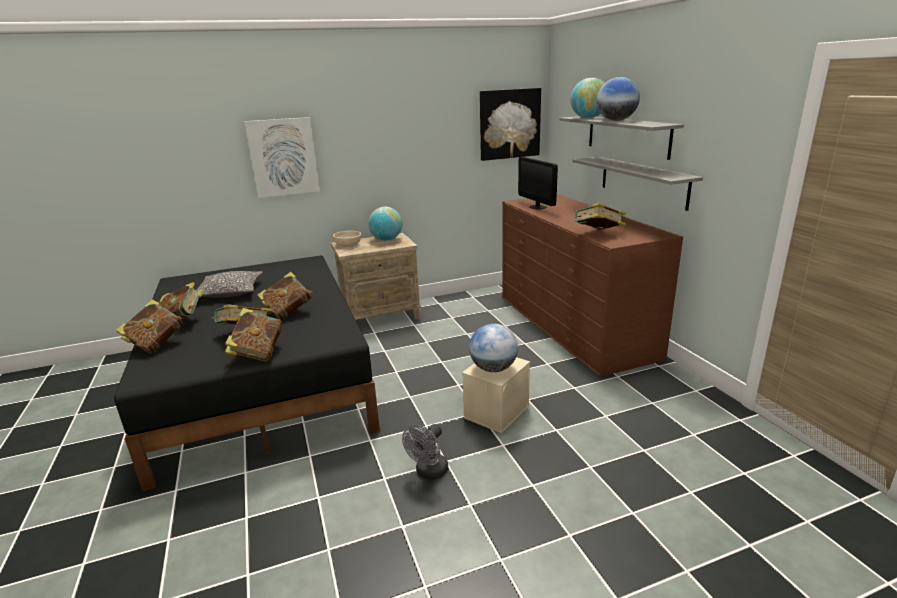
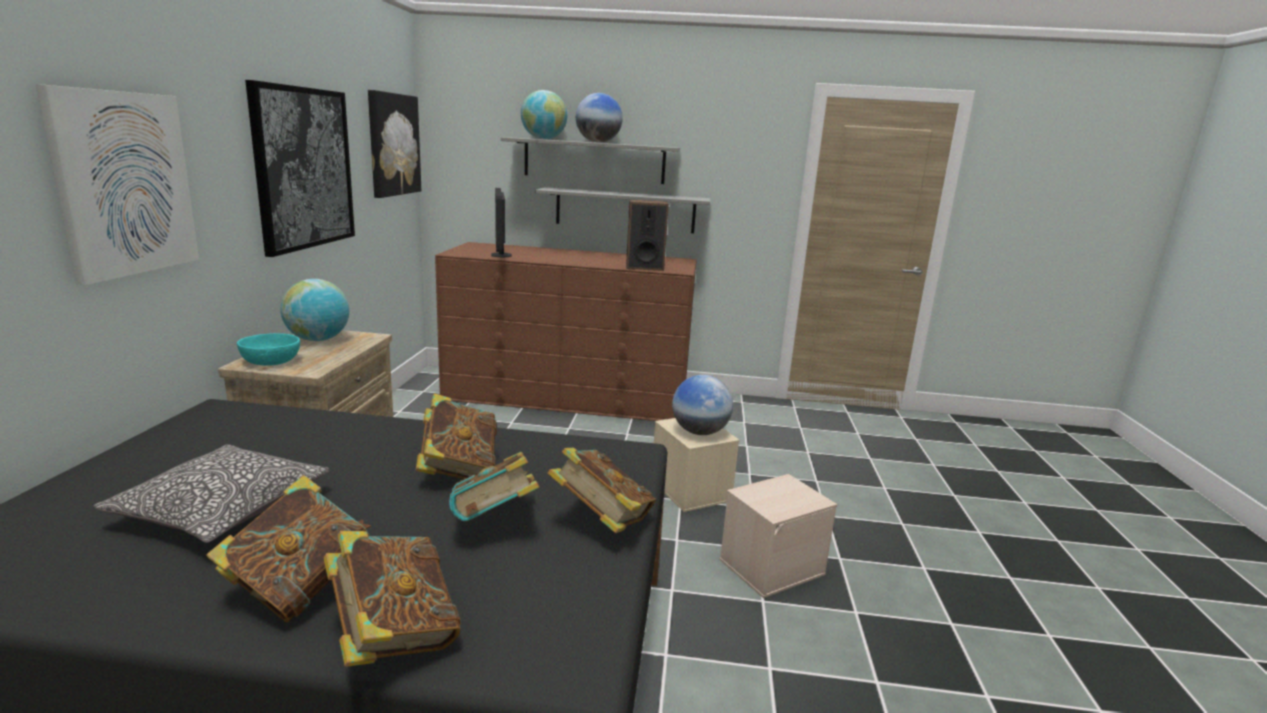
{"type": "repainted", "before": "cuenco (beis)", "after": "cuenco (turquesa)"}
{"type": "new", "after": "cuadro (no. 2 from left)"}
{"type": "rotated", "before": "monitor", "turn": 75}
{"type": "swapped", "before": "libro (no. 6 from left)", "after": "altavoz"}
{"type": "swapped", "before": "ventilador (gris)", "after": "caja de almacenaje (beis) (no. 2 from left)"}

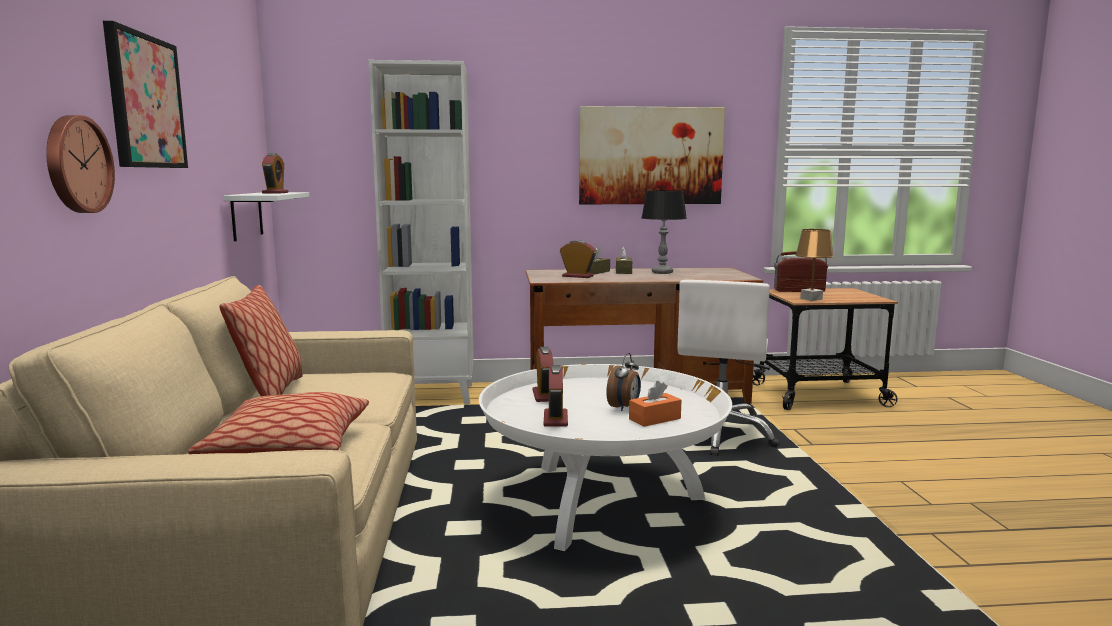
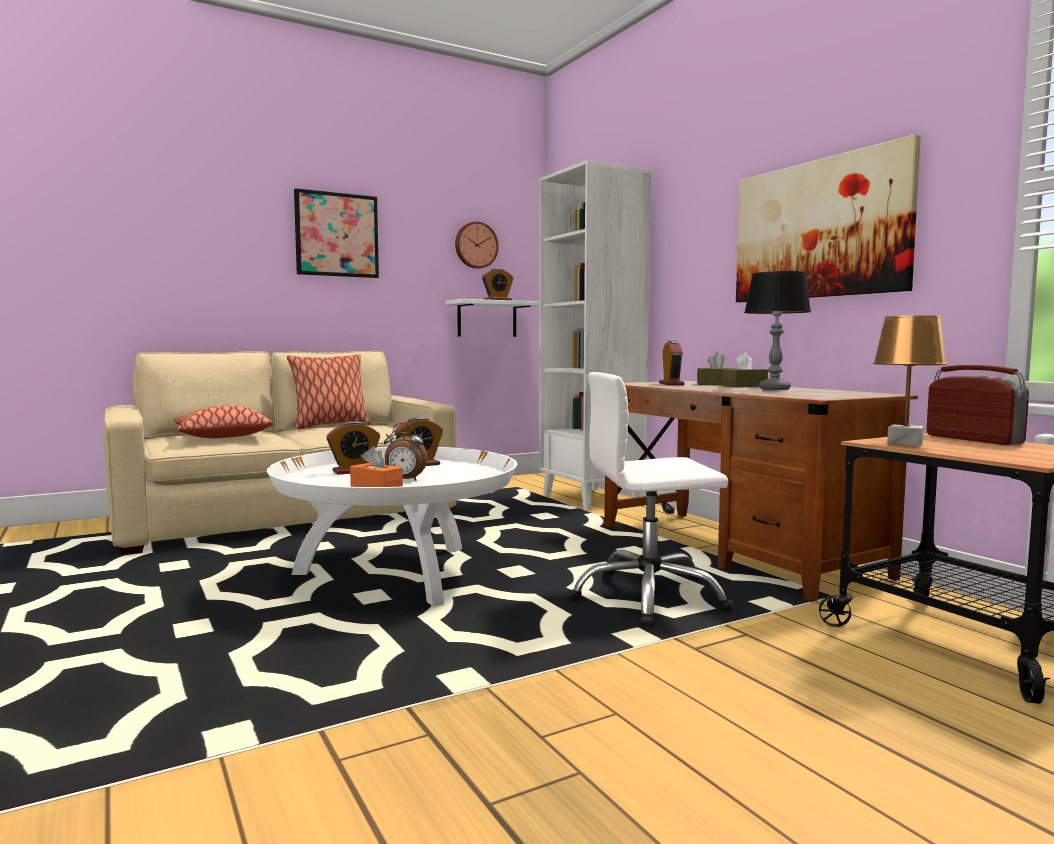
{"type": "shifted", "before": "reloj de pared"}

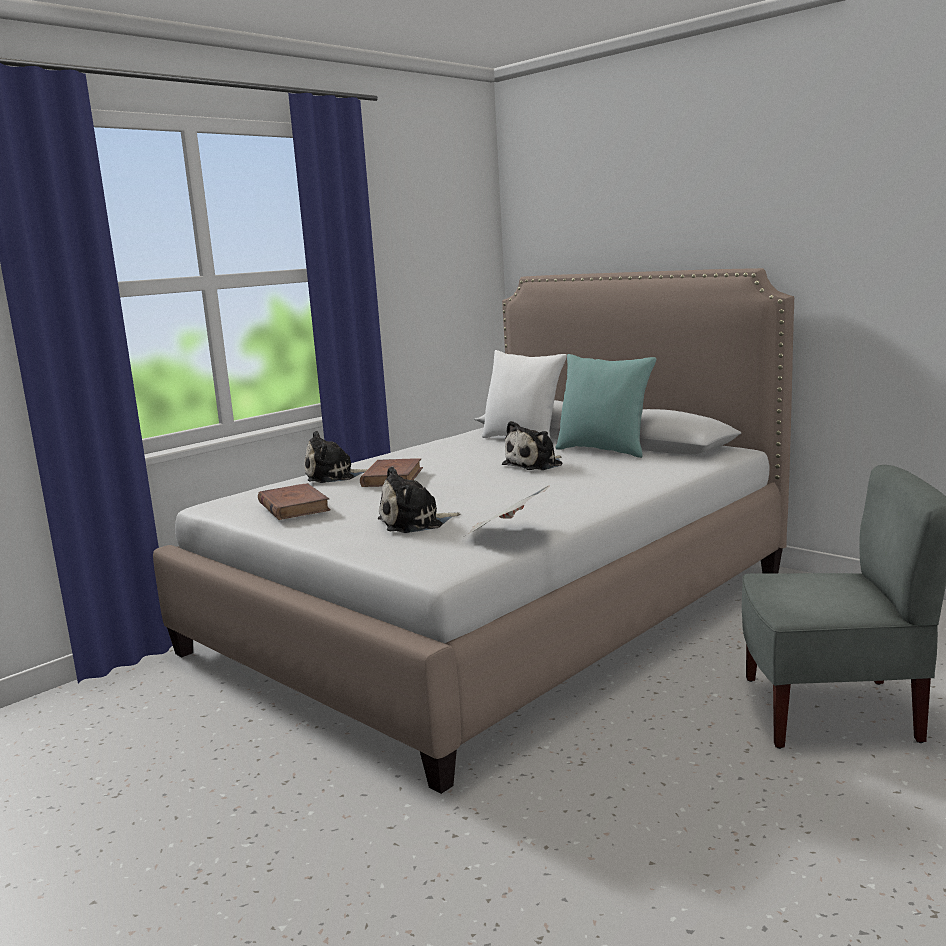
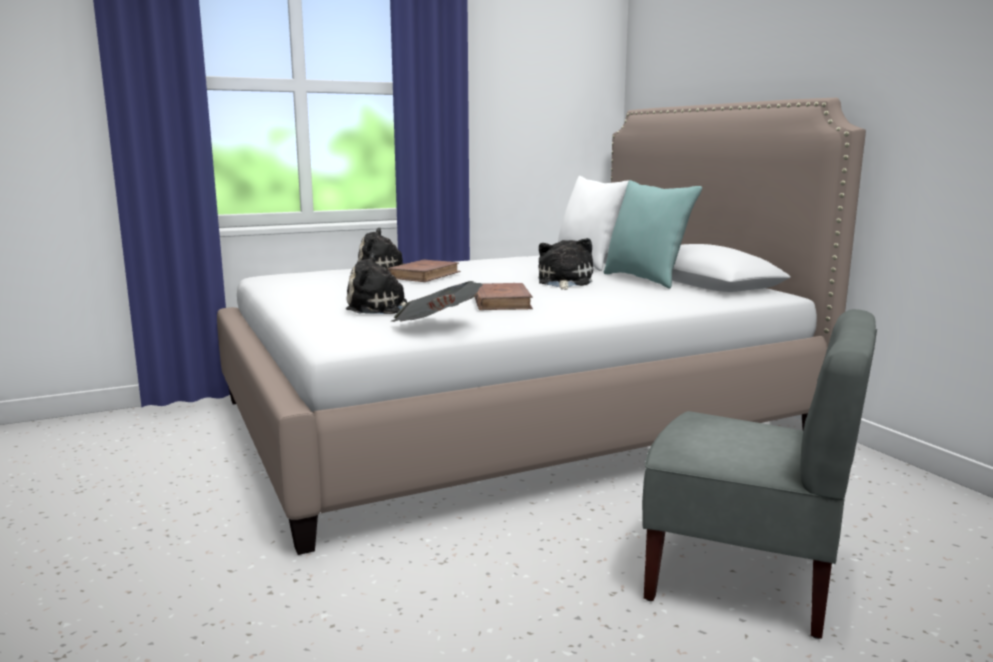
{"type": "shifted", "before": "libro (marrón) (no. 1 from left in the first image)", "after": "libro (marrón) (no. 2 from left)"}
{"type": "rotated", "before": "peluche (no. 3 from left)", "turn": 120}

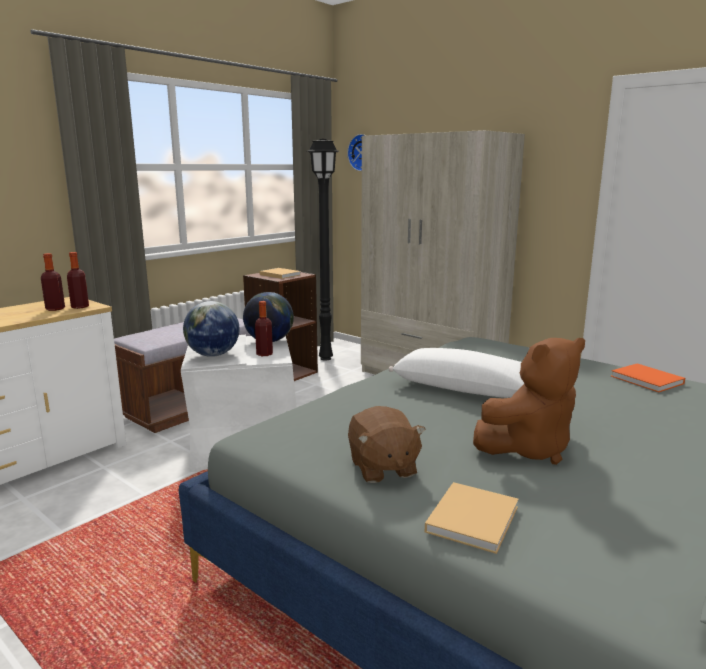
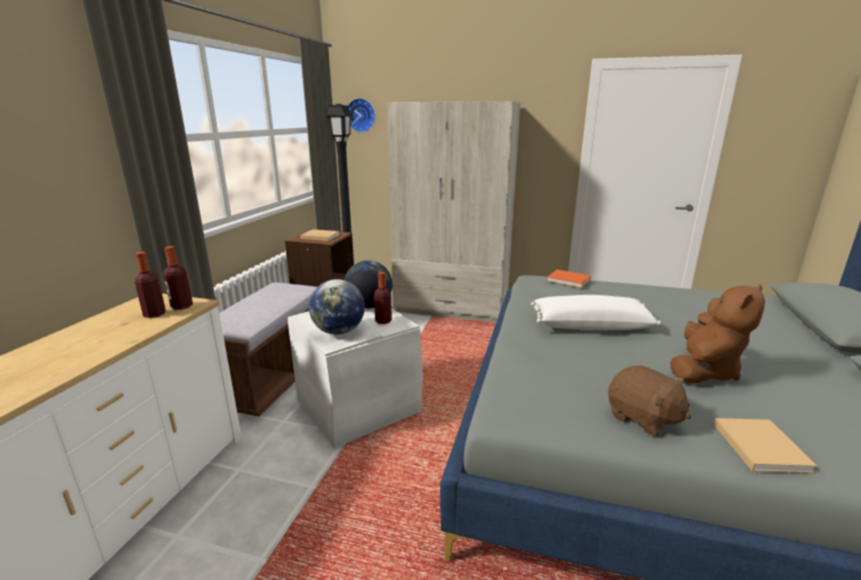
{"type": "shifted", "before": "libro (naranja)"}

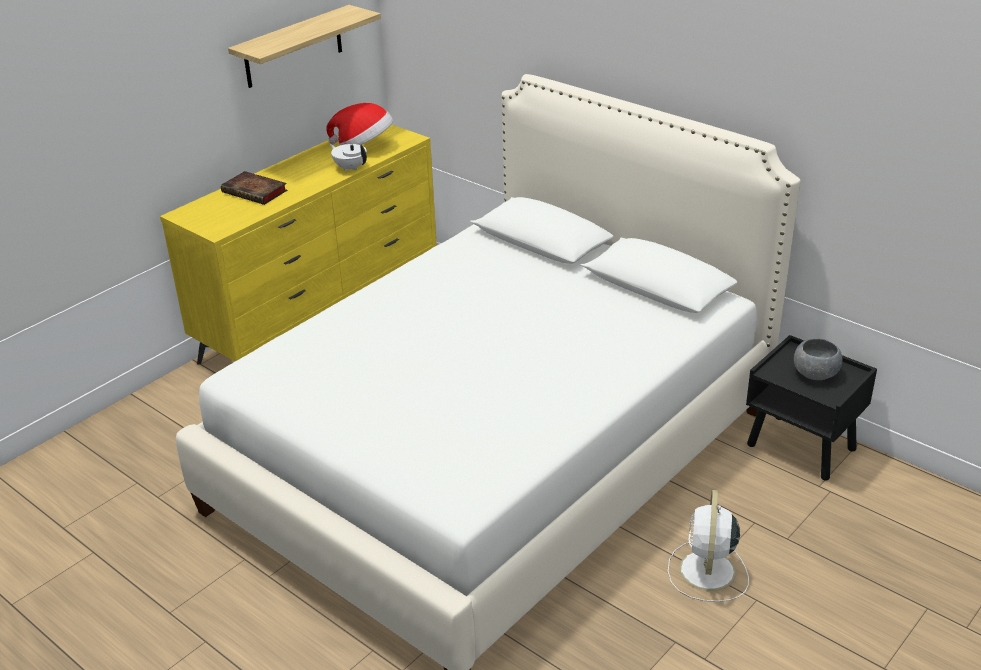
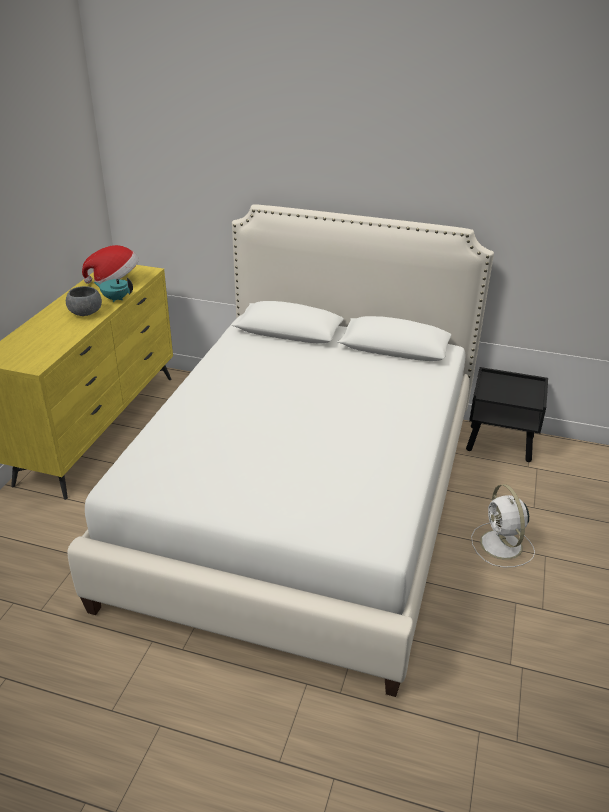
{"type": "shifted", "before": "cuenco (gris)"}
{"type": "repainted", "before": "tetera (blanco)", "after": "tetera (turquesa)"}
{"type": "gone", "before": "libro"}
{"type": "gone", "before": "estante"}

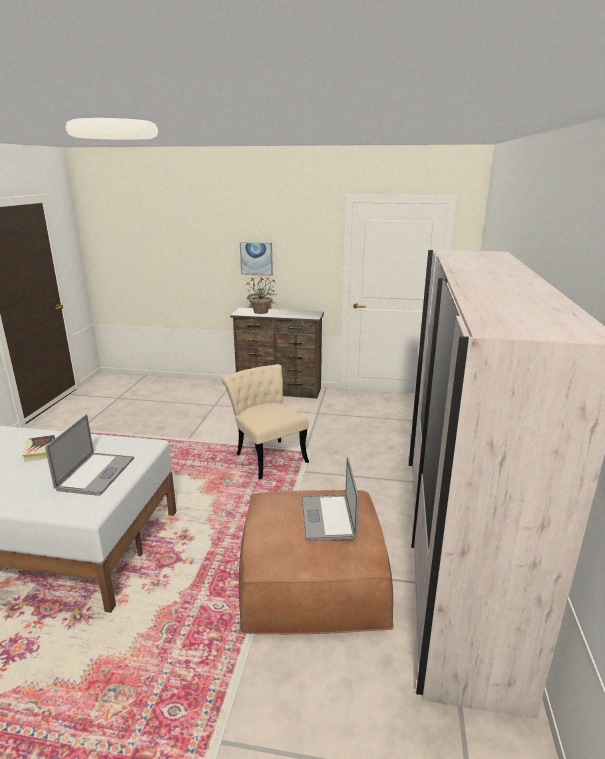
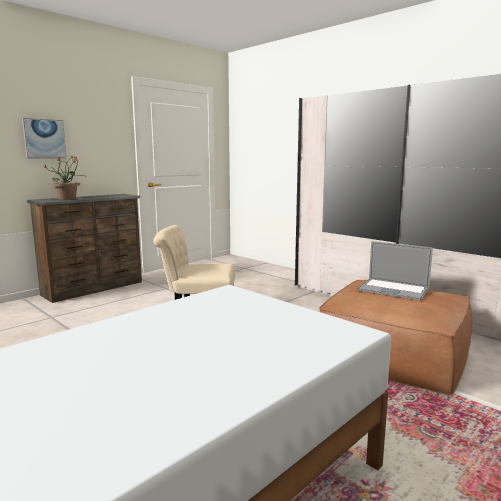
{"type": "gone", "before": "libro"}
{"type": "gone", "before": "portátil (no. 1 from left)"}

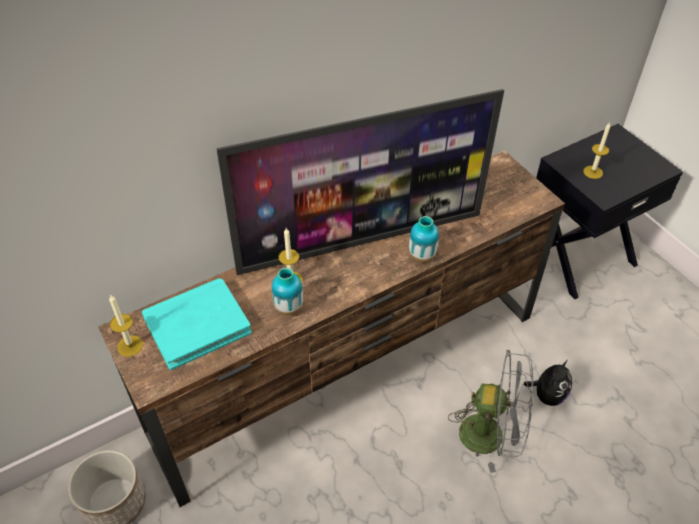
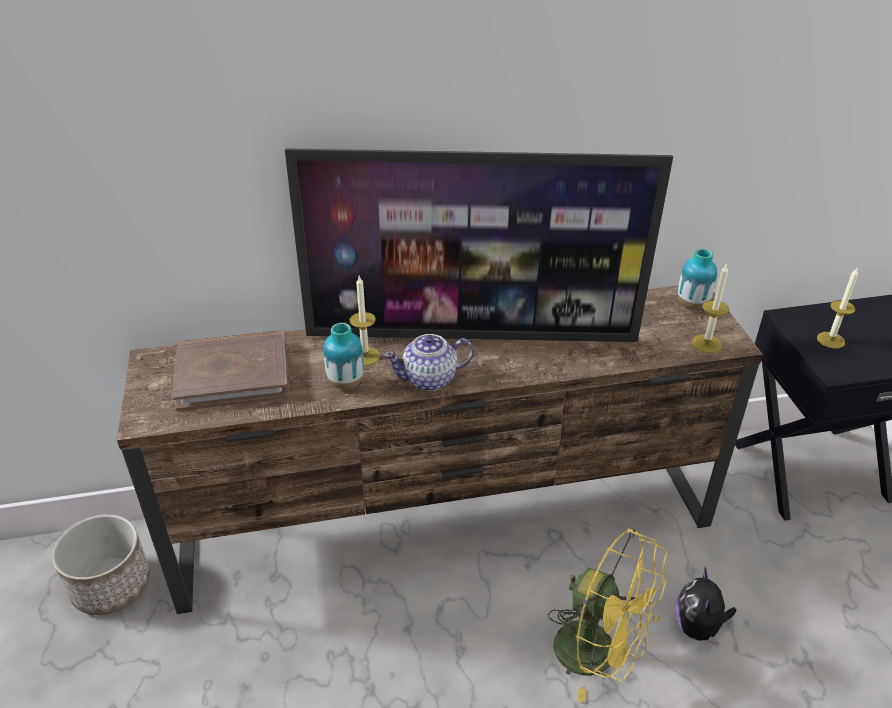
{"type": "repainted", "before": "libro (turquesa)", "after": "libro (marrón)"}
{"type": "new", "after": "tetera"}
{"type": "repainted", "before": "ventilador (gris)", "after": "ventilador (amarillo)"}
{"type": "rotated", "before": "peluche", "turn": 135}
{"type": "shifted", "before": "florero (no. 2 from left)"}
{"type": "shifted", "before": "vela (no. 1 from left in the first image)", "after": "vela (no. 2 from left)"}

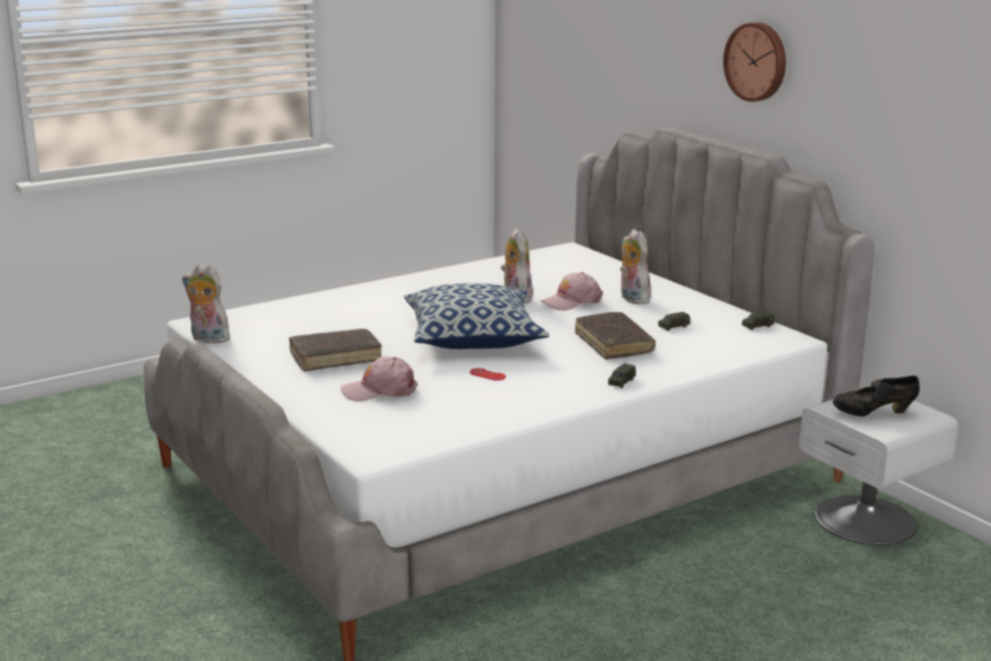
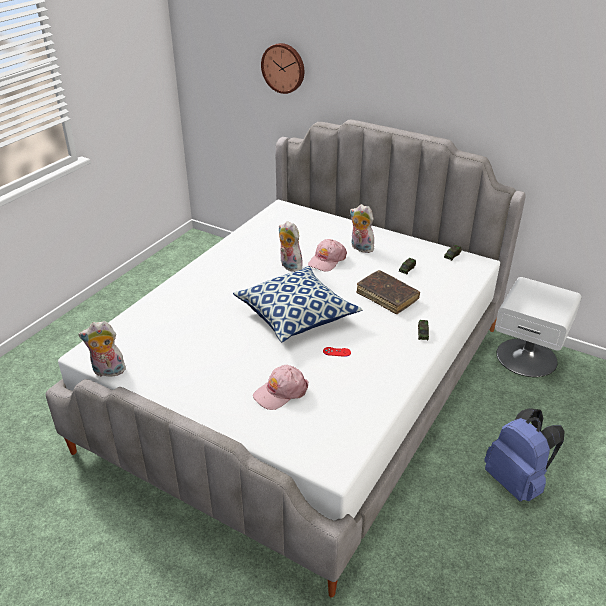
{"type": "shifted", "before": "reloj de pared"}
{"type": "new", "after": "mochila (azul)"}
{"type": "gone", "before": "libro (marrón) (no. 1 from left)"}
{"type": "gone", "before": "zapato (negro)"}

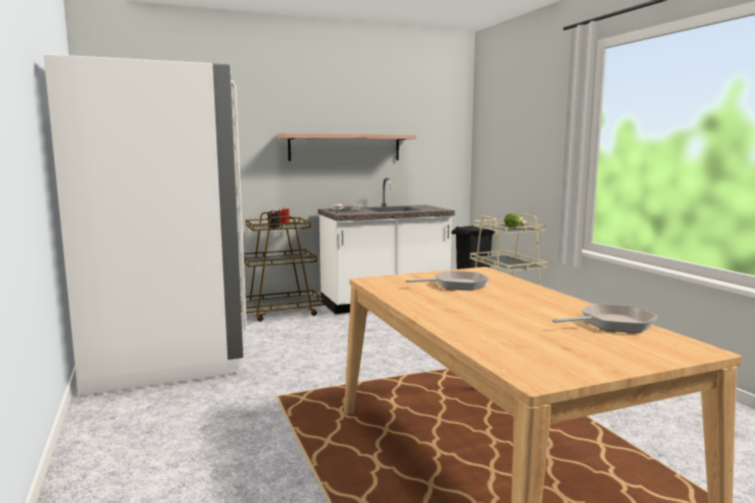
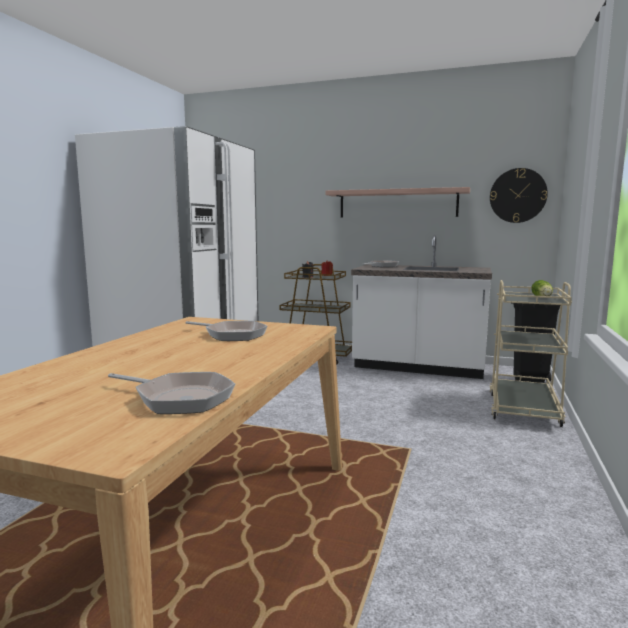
{"type": "new", "after": "reloj de pared"}

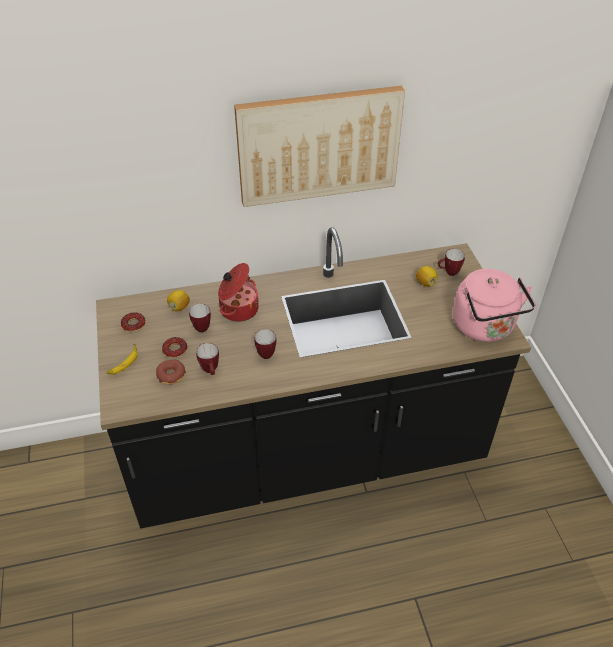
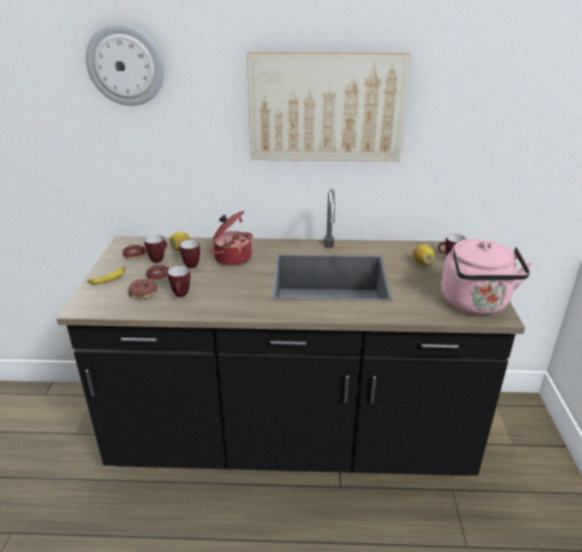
{"type": "new", "after": "reloj de pared"}
{"type": "shifted", "before": "taza grande (no. 3 from left in the first image)", "after": "taza grande (no. 1 from left)"}

